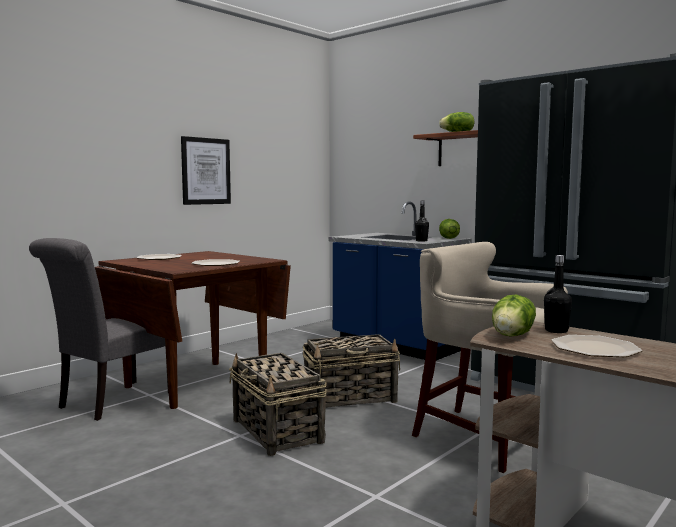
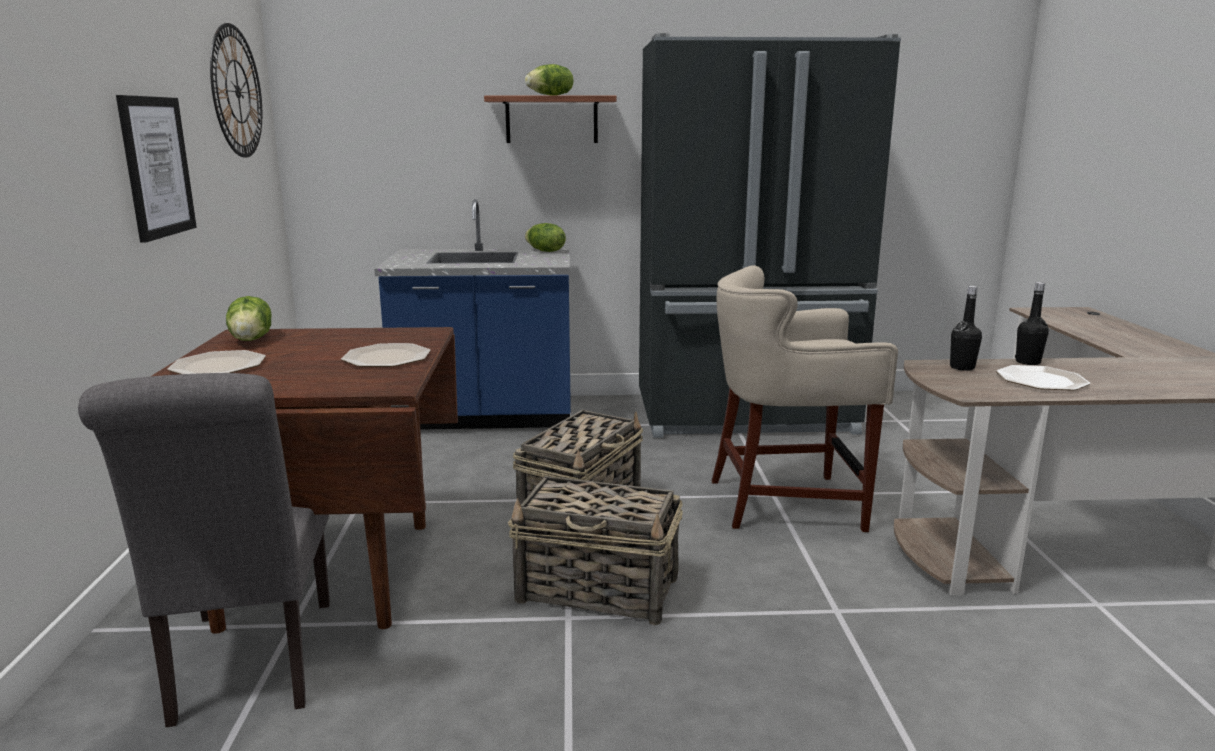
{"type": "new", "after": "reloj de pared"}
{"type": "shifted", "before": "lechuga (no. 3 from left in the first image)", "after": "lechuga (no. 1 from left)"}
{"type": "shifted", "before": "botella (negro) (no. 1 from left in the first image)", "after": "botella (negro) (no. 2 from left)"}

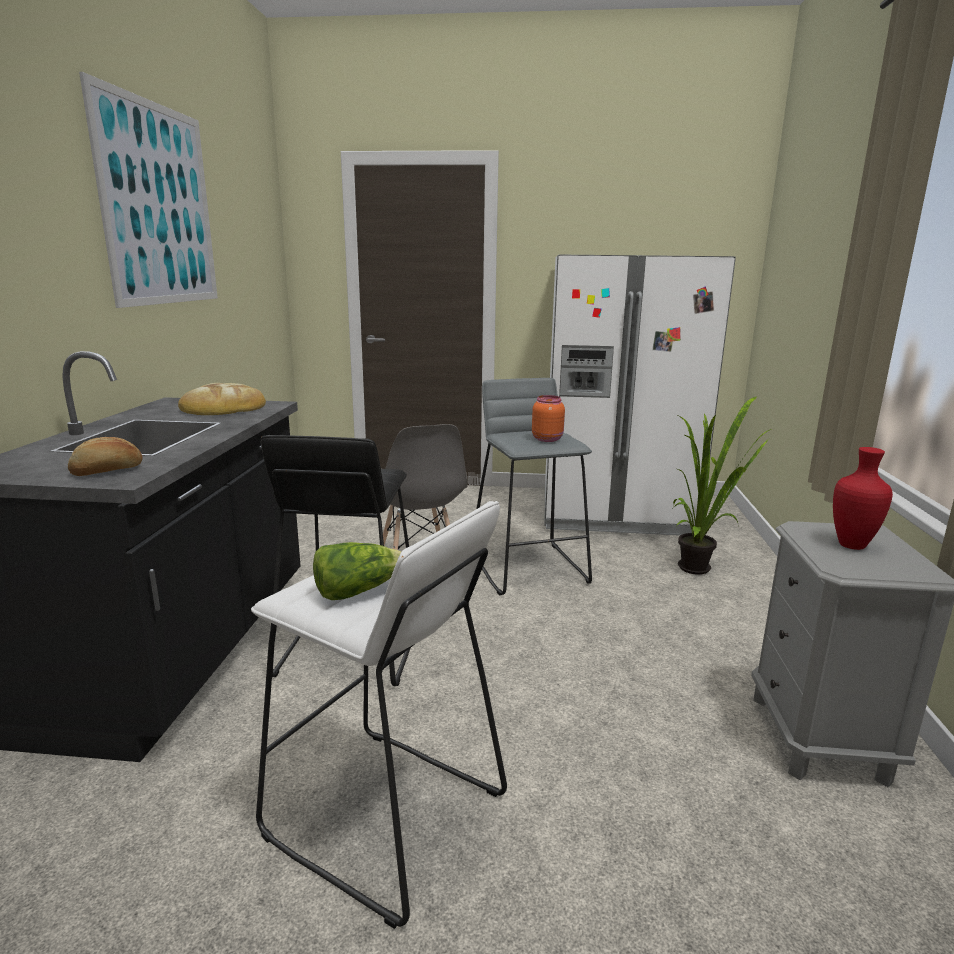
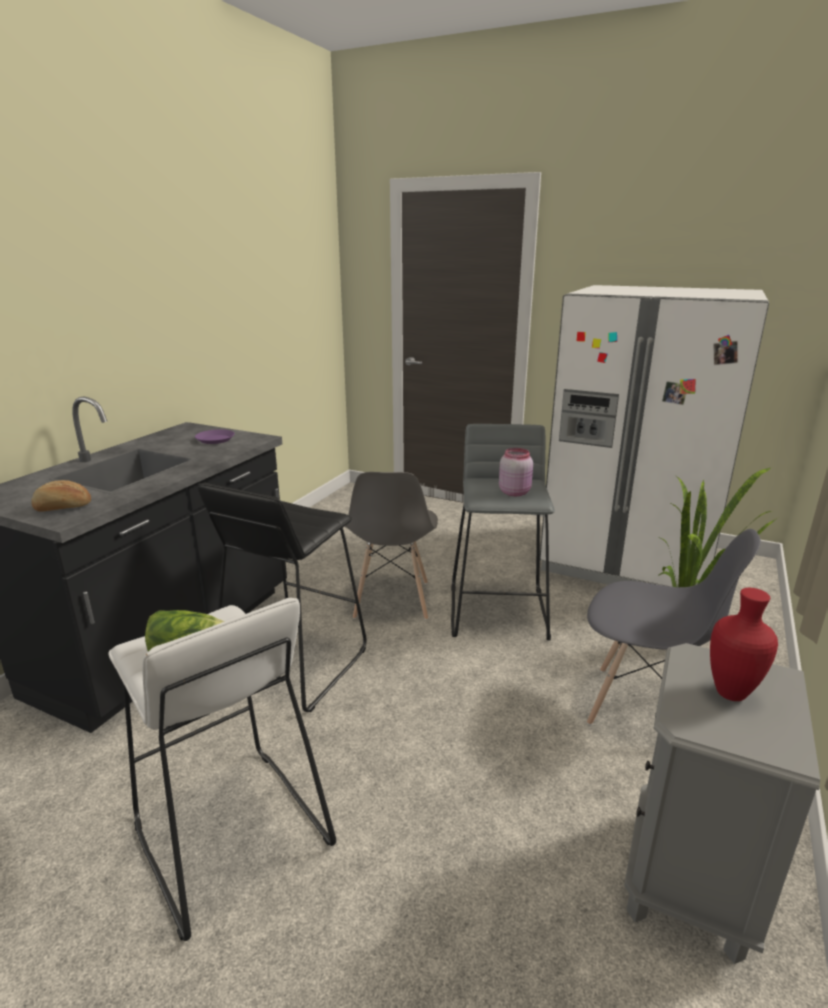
{"type": "swapped", "before": "pan (no. 2 from left)", "after": "plato (morado)"}
{"type": "repainted", "before": "tarro (naranja)", "after": "tarro (rosa)"}
{"type": "new", "after": "silla (gris) (no. 2 from left)"}
{"type": "gone", "before": "cuadro"}

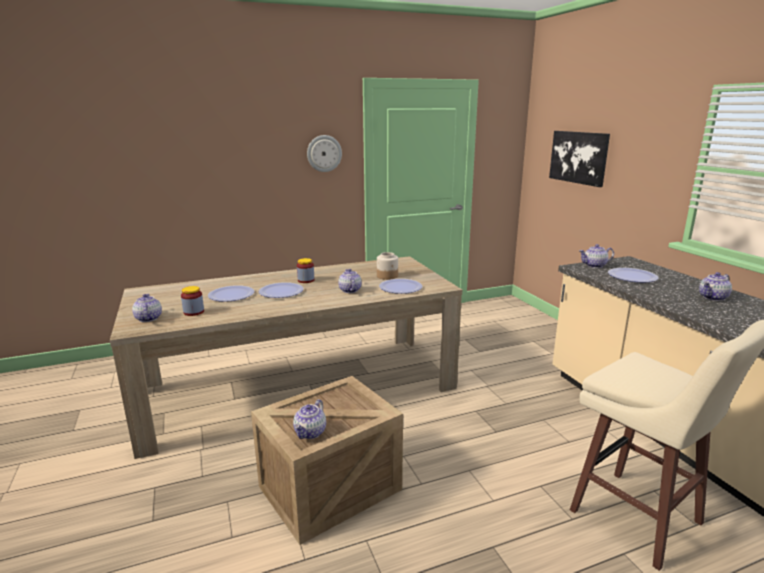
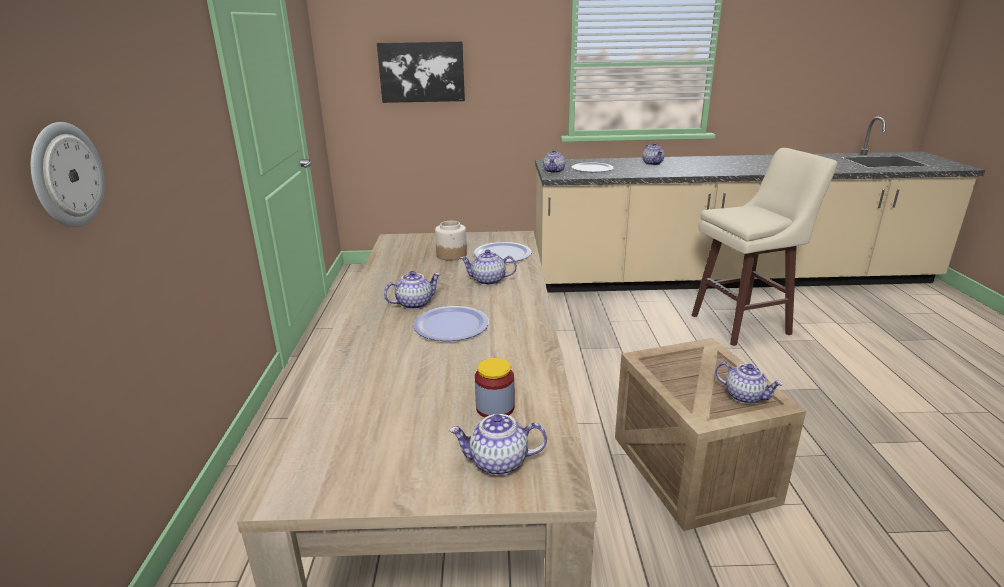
{"type": "shifted", "before": "reloj de pared"}
{"type": "swapped", "before": "tarro (no. 2 from left)", "after": "tetera (no. 1 from left)"}
{"type": "gone", "before": "plato (no. 1 from left)"}

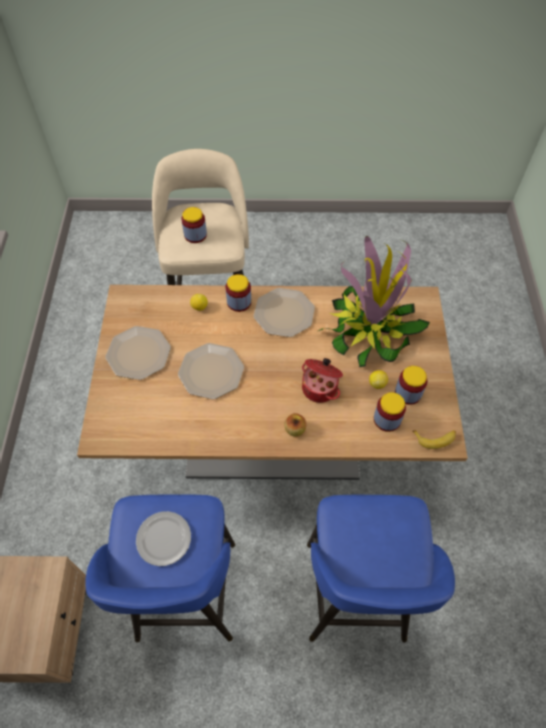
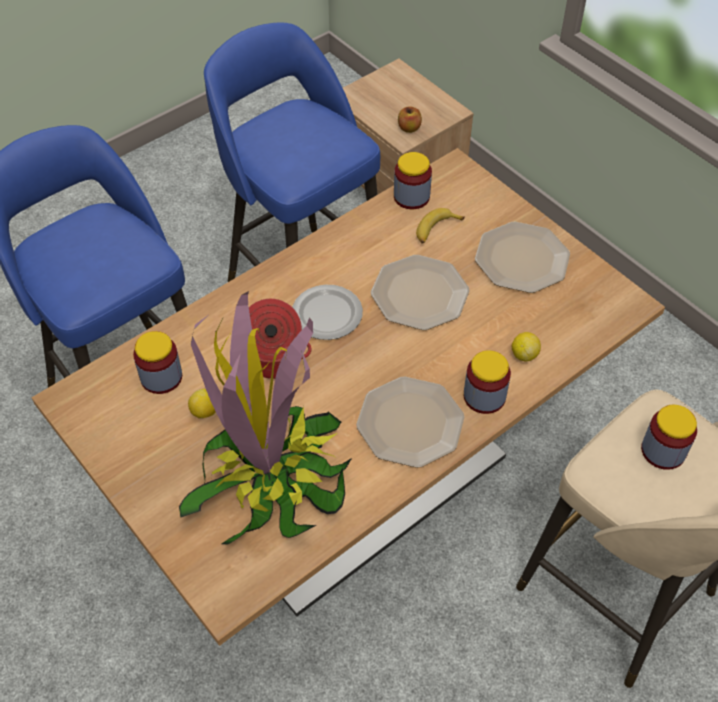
{"type": "shifted", "before": "plato (no. 2 from left in the first image)", "after": "plato (no. 1 from left)"}
{"type": "shifted", "before": "tarro (no. 4 from left in the first image)", "after": "tarro (no. 2 from left)"}
{"type": "shifted", "before": "manzana"}
{"type": "shifted", "before": "plátano"}

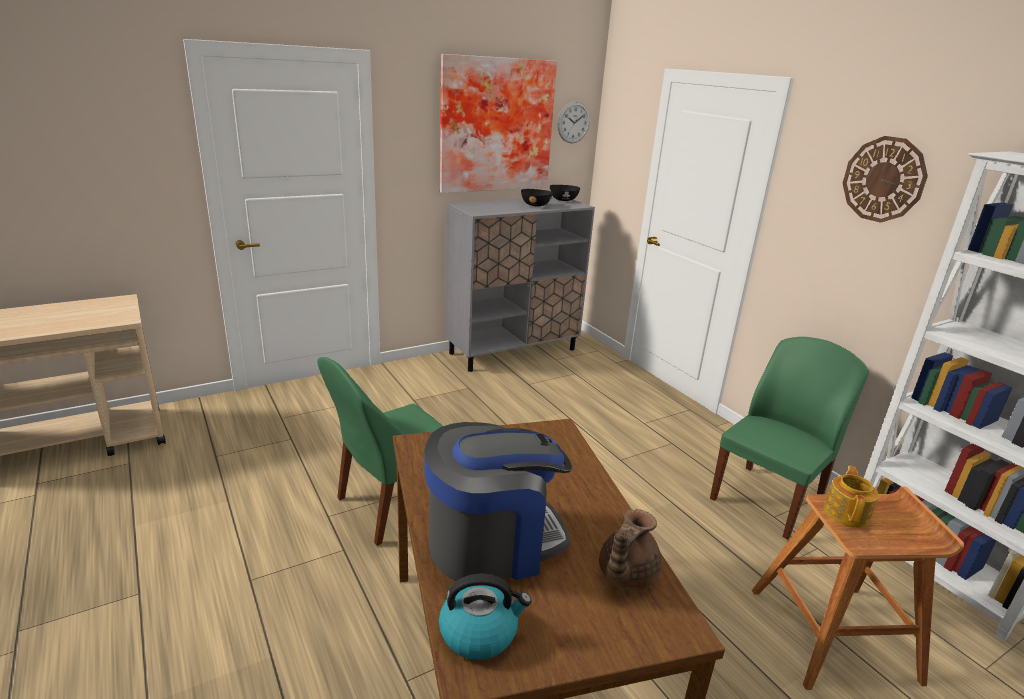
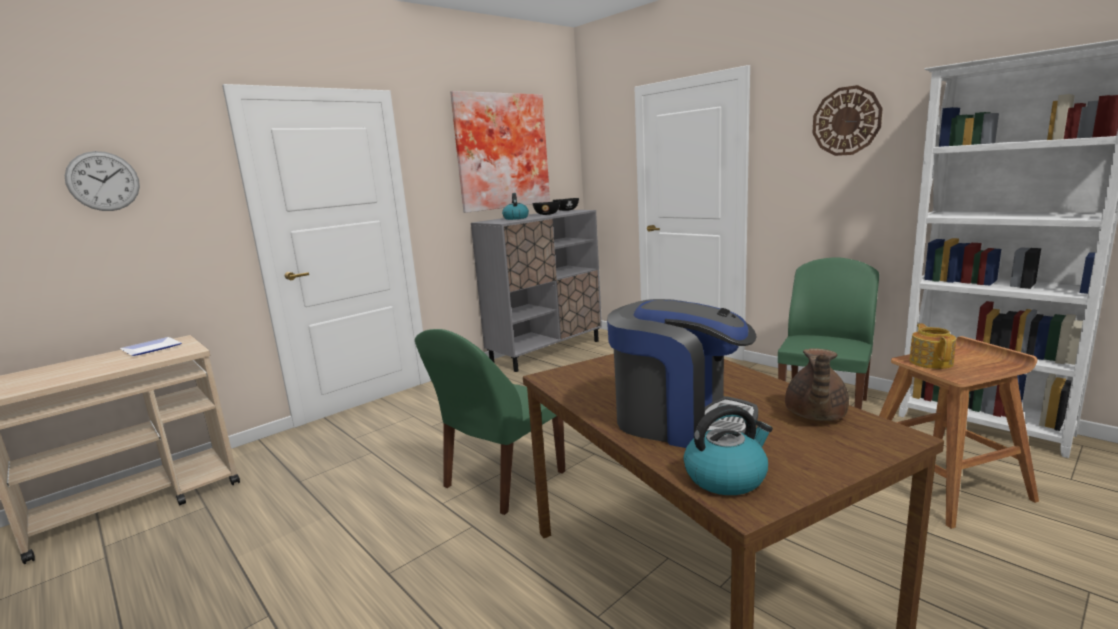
{"type": "shifted", "before": "reloj de pared (no. 1 from left)"}
{"type": "new", "after": "plato"}
{"type": "new", "after": "hervidor (no. 1 from left)"}
{"type": "rotated", "before": "cafetera", "turn": 60}

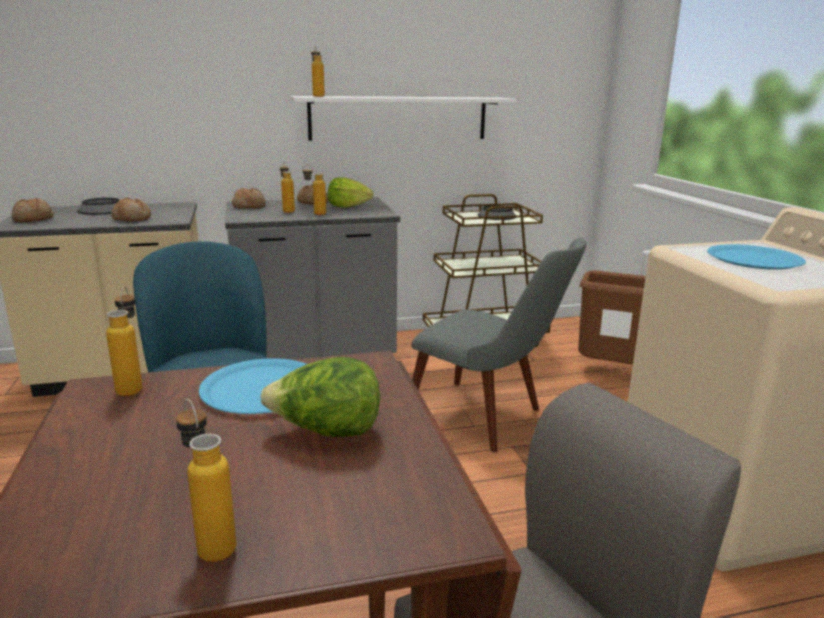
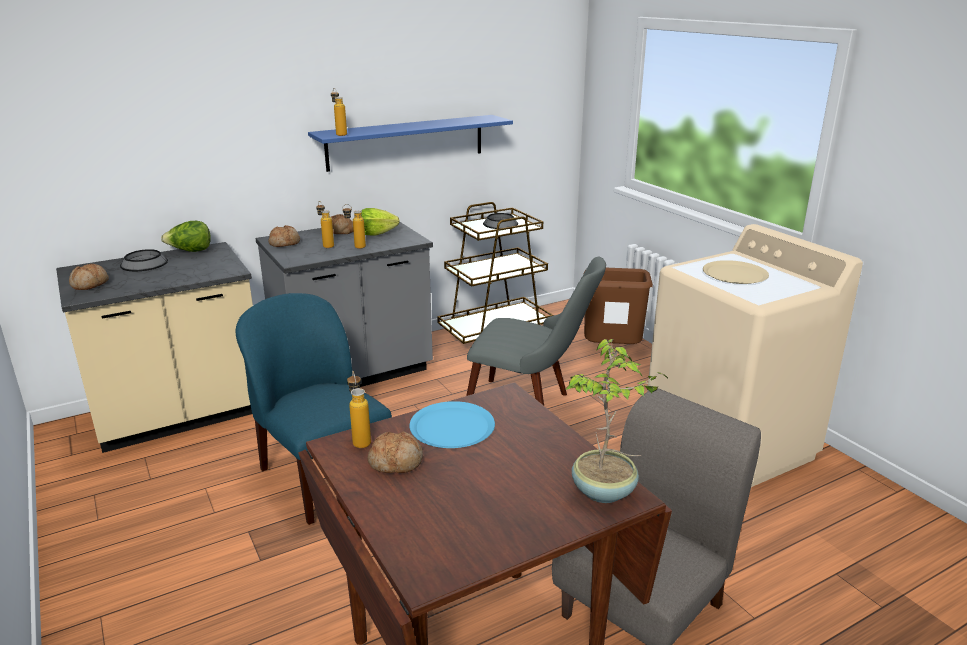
{"type": "shifted", "before": "lechuga (no. 1 from left)"}
{"type": "repainted", "before": "estante (blanco)", "after": "estante (azul)"}
{"type": "shifted", "before": "pan (no. 2 from left in the first image)", "after": "pan (no. 4 from left)"}
{"type": "new", "after": "planta en maceta"}
{"type": "repainted", "before": "plato (azul) (no. 2 from left)", "after": "plato (beis)"}
{"type": "gone", "before": "botella (no. 2 from left)"}

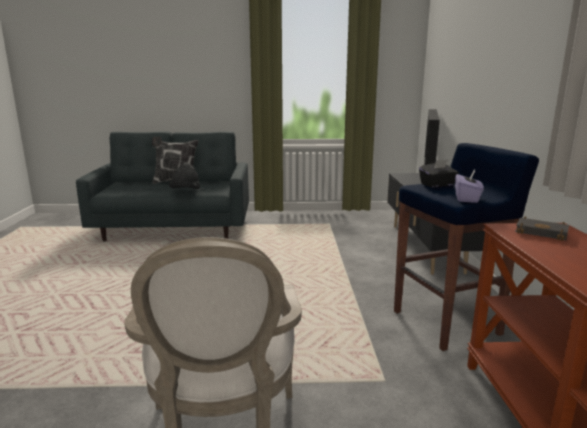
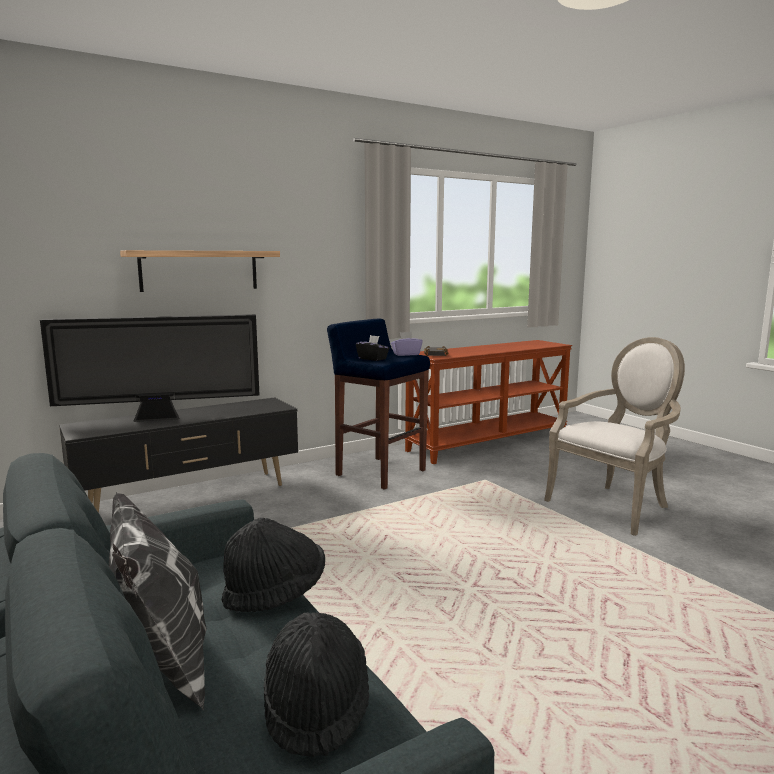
{"type": "new", "after": "estante"}
{"type": "new", "after": "sombrero (negro) (no. 2 from left)"}

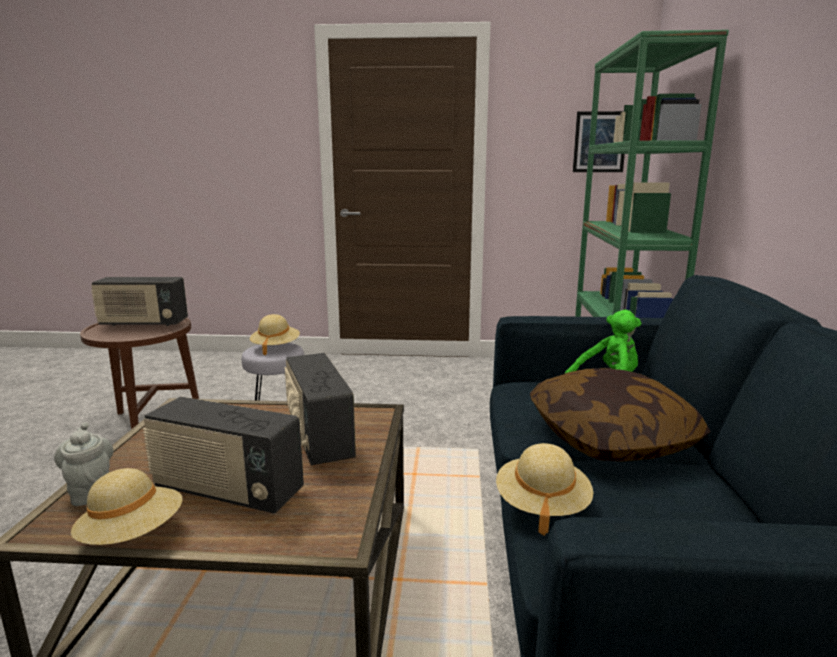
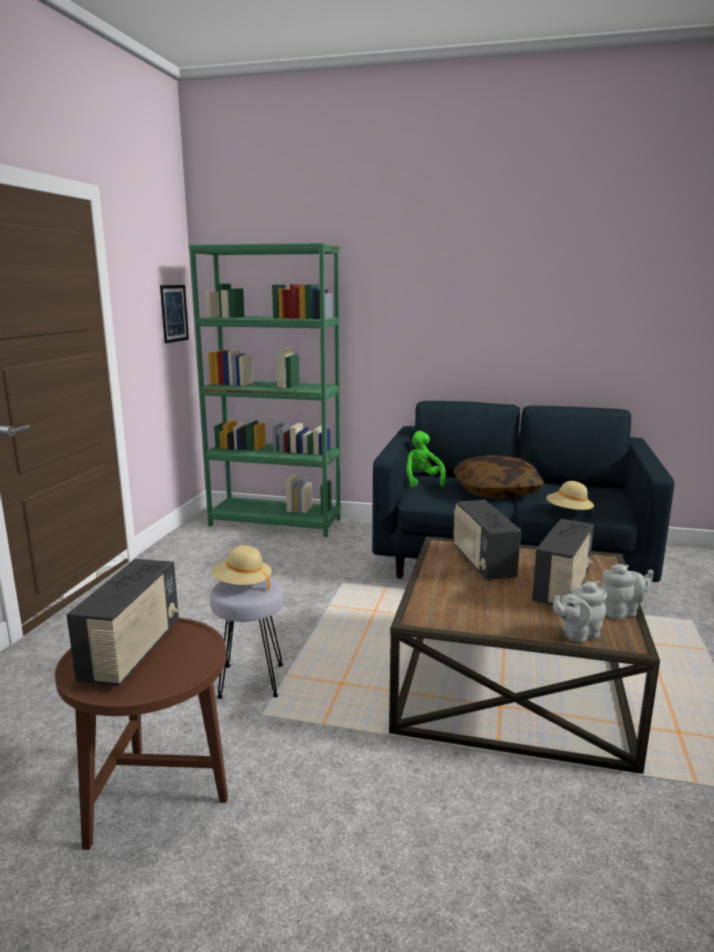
{"type": "rotated", "before": "radio (no. 3 from left in the first image)", "turn": 90}
{"type": "swapped", "before": "sombrero (beis) (no. 1 from left)", "after": "tetera (gris) (no. 2 from left)"}

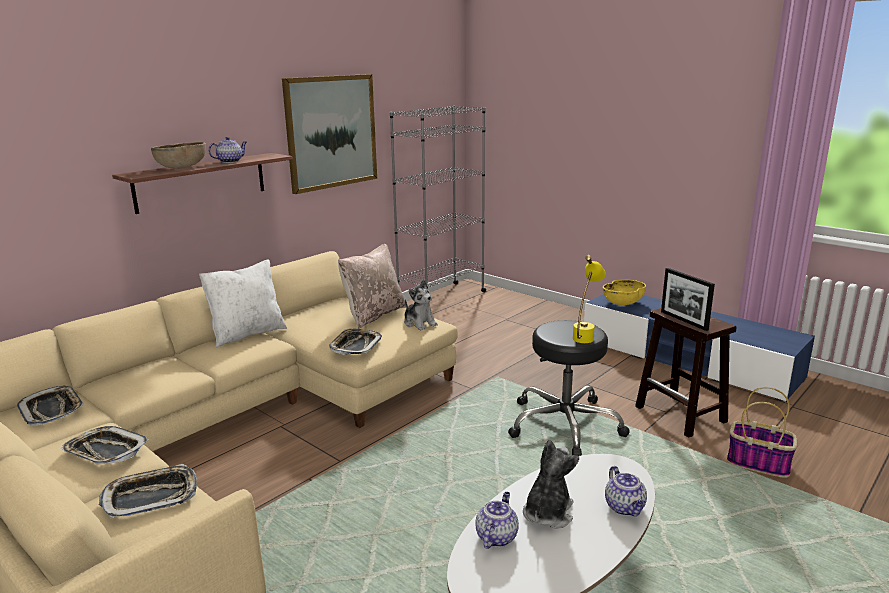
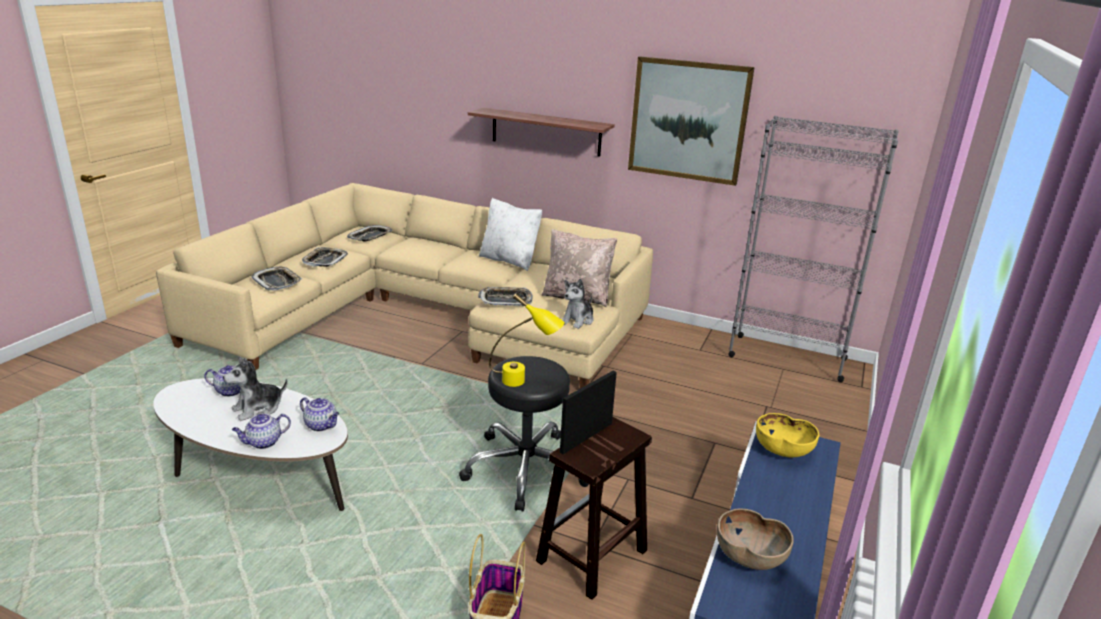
{"type": "rotated", "before": "peluche (no. 2 from left in the first image)", "turn": 135}
{"type": "shifted", "before": "tetera (no. 1 from left in the first image)", "after": "tetera (no. 3 from left)"}
{"type": "shifted", "before": "cuenco (marrón)"}

